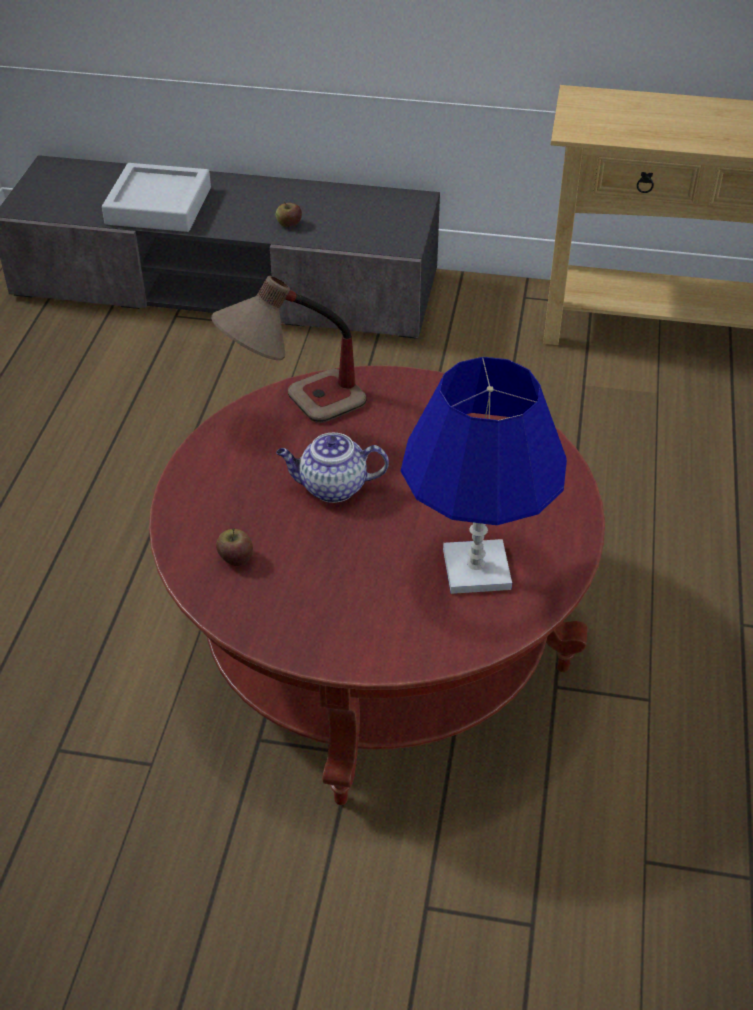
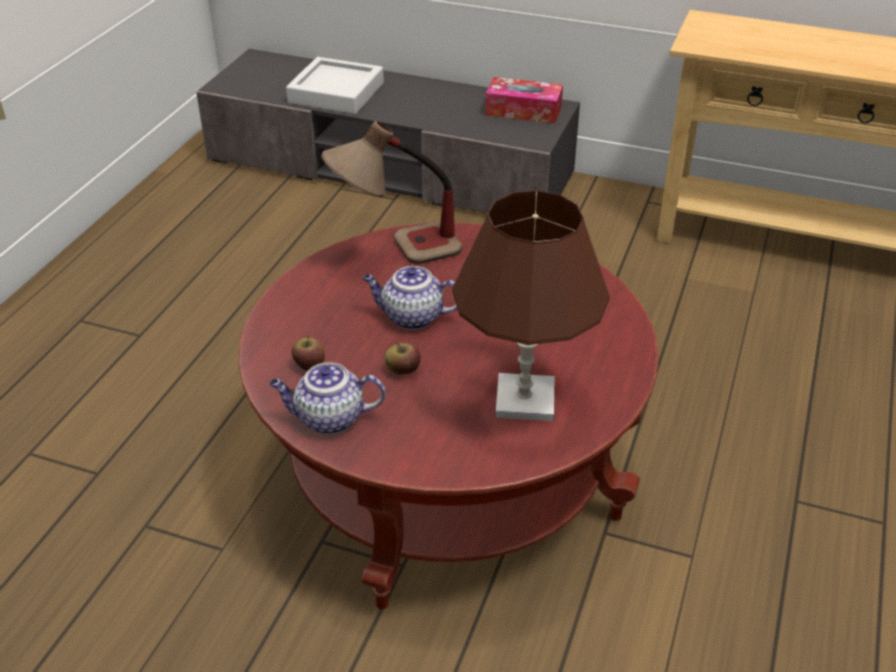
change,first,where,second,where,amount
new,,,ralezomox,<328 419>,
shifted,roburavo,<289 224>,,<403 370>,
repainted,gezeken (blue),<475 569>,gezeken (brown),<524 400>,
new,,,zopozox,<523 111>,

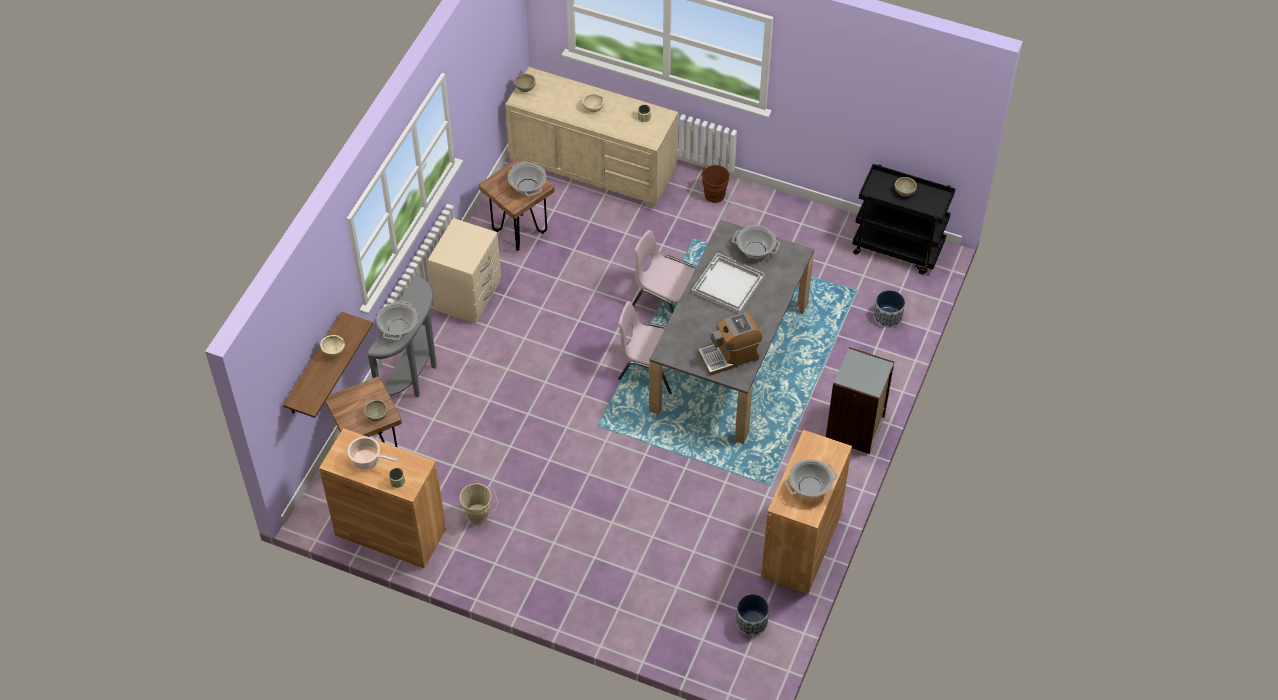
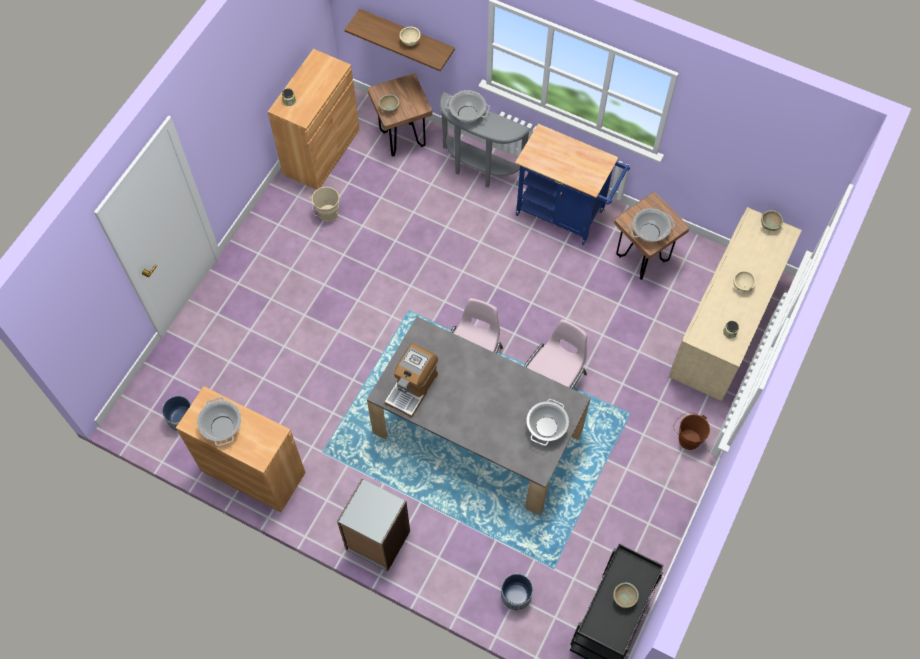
change,first,where,second,where,amount
rotated,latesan,<729 355>,,<412 387>,135 degrees counterclockwise
swapped,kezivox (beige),<468 296>,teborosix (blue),<565 214>,
gone,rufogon,<367 460>,,,
gone,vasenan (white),<727 284>,,,

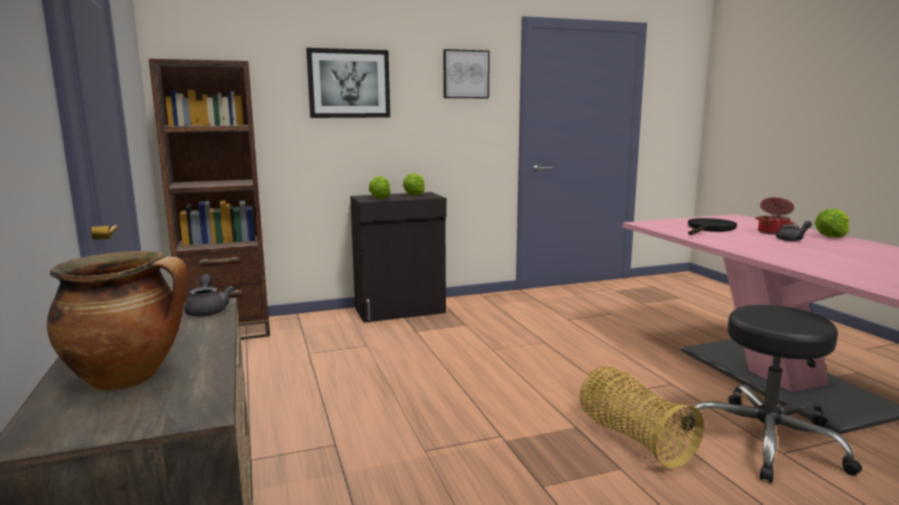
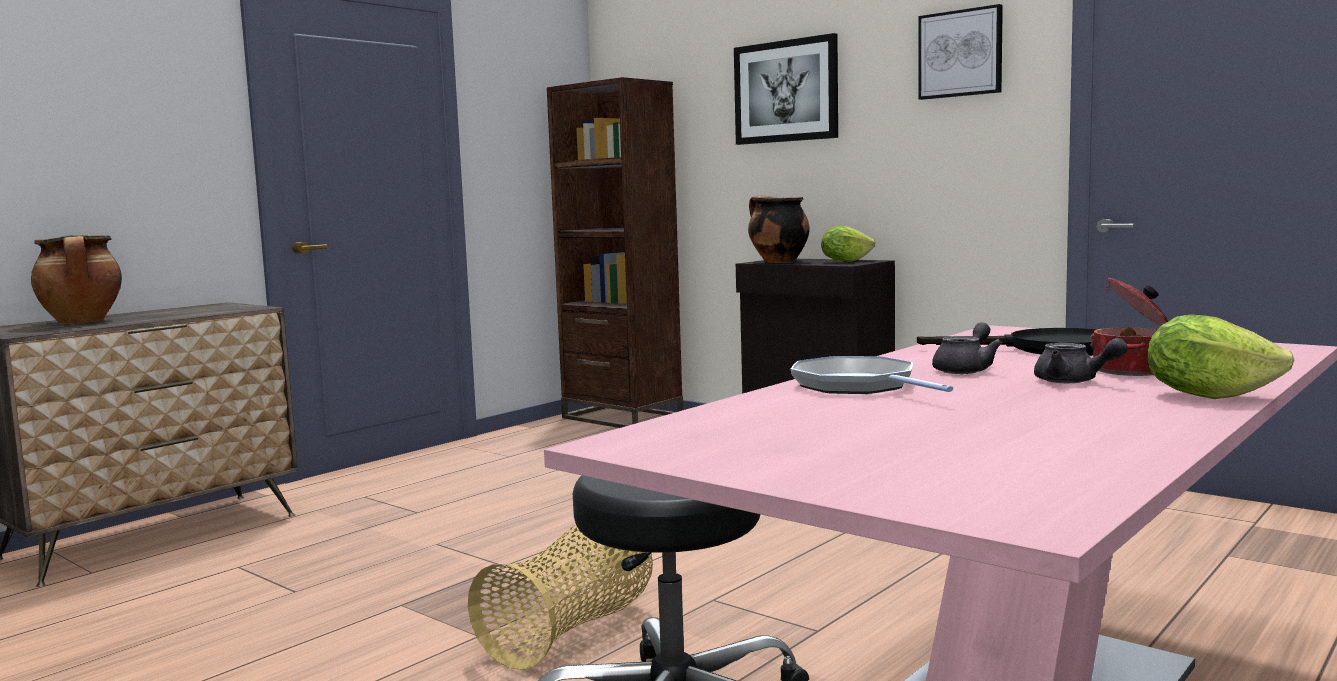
change,first,where,second,where,amount
swapped,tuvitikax,<379 199>,rufogon,<777 262>,
new,,,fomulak,<858 386>,
shifted,ralezomox (grey),<207 310>,,<966 370>,

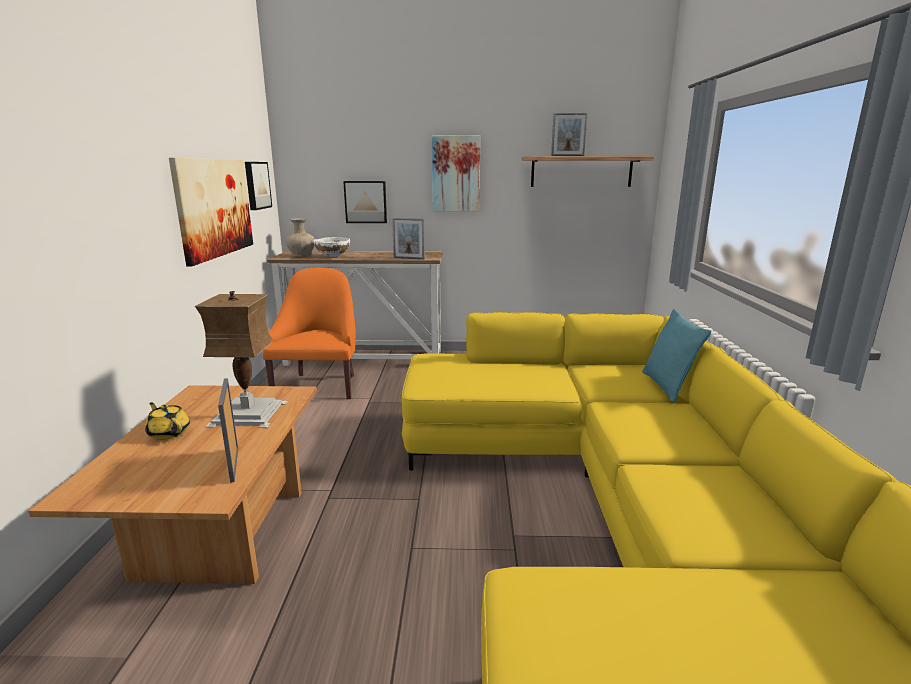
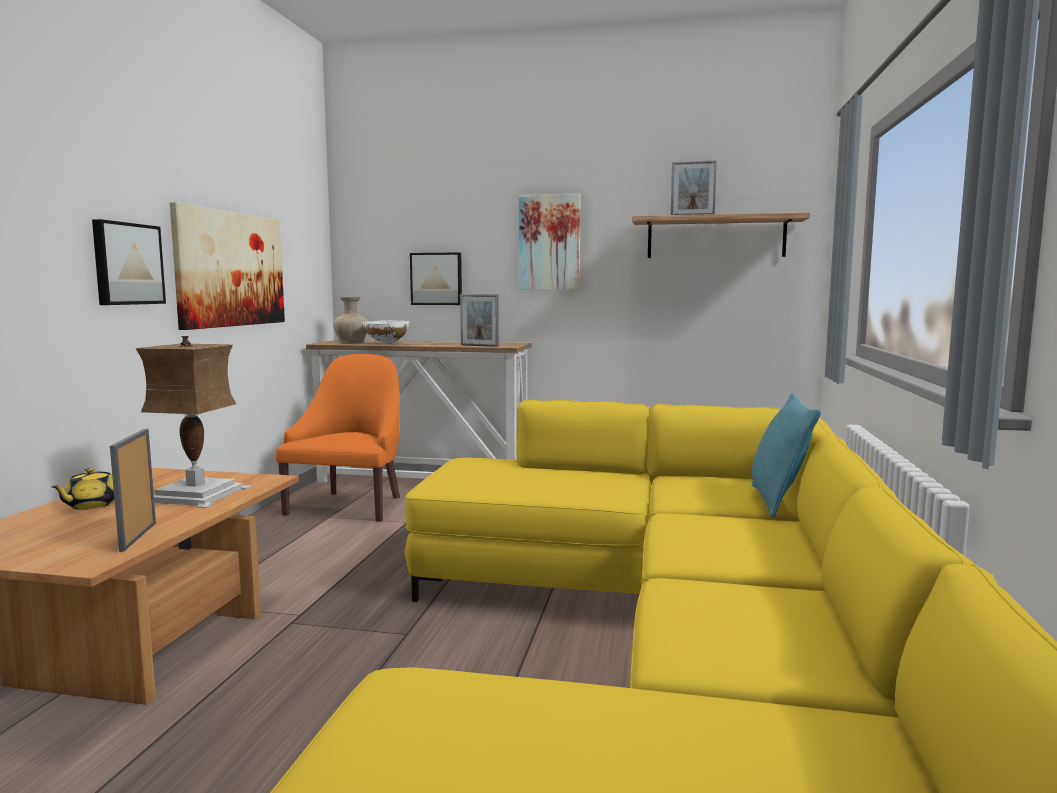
change,first,where,second,where,amount
rotated,ralezomox (yellow),<169 432>,,<91 505>,120 degrees counterclockwise
shifted,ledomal,<256 185>,,<127 264>,

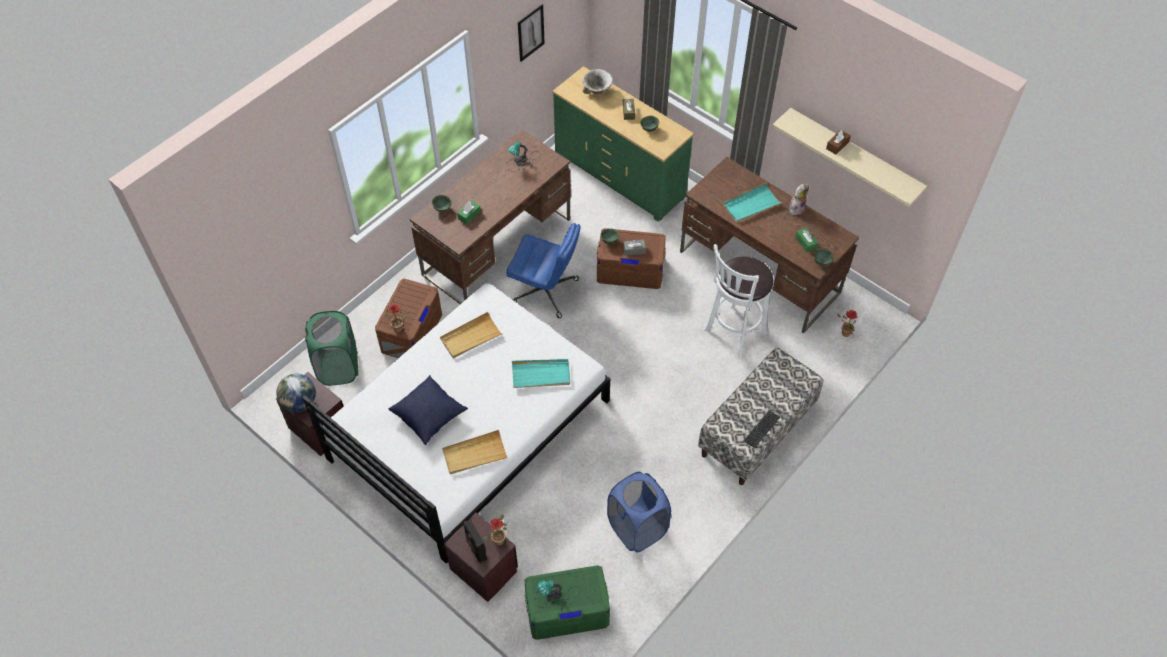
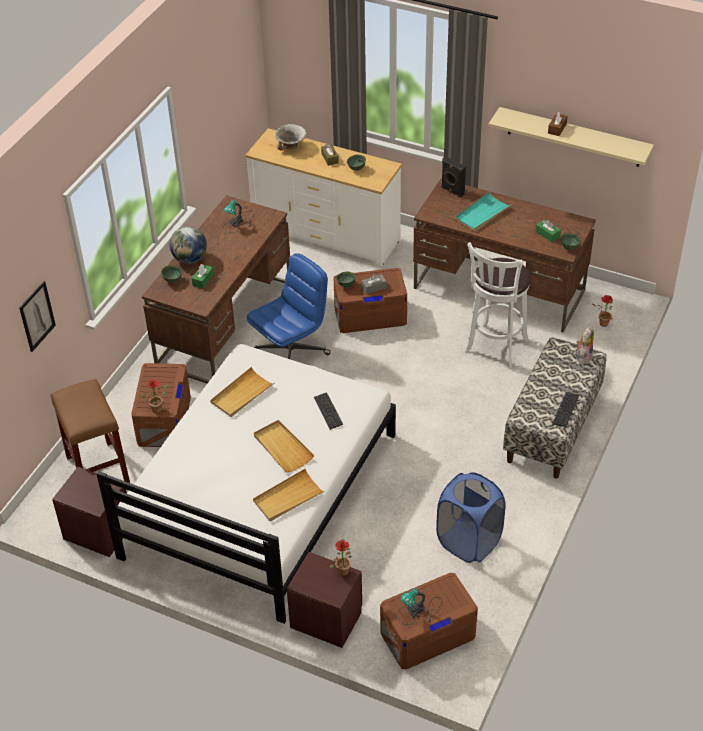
change,first,where,second,where,amount
shifted,ledomal,<530 32>,,<37 316>,
swapped,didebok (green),<338 367>,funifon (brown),<97 470>,
shifted,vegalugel,<300 402>,,<190 259>,
repainted,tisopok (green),<620 175>,tisopok (white),<326 234>,
rotated,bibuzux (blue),<546 291>,,<291 352>,45 degrees counterclockwise
new,,,vasenan (beige),<282 448>,
swapped,vasenan (turquoise),<541 375>,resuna,<328 411>,
repainted,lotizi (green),<567 611>,lotizi (brown),<427 634>,
shifted,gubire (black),<476 550>,,<452 191>,
shifted,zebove,<796 208>,,<583 356>,
gone,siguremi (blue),<429 415>,,,

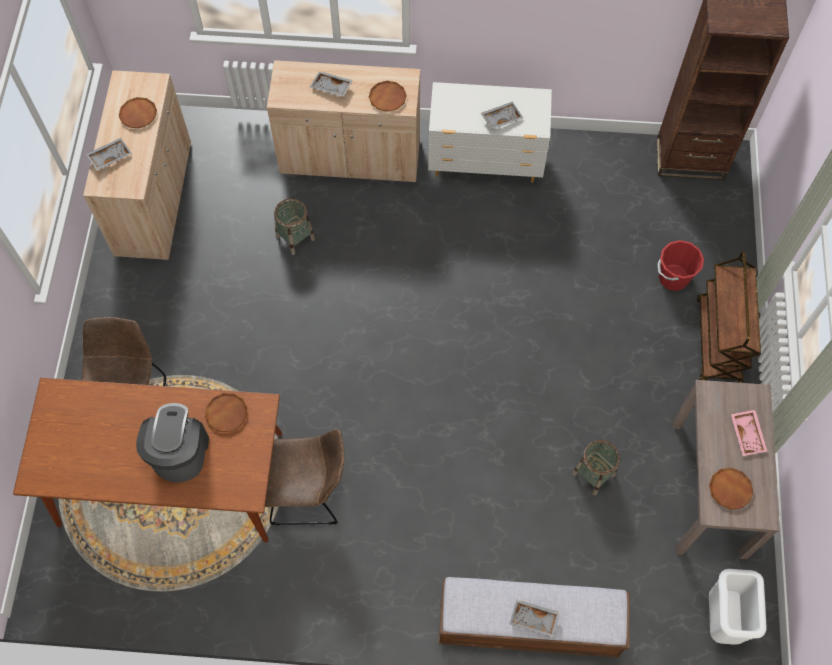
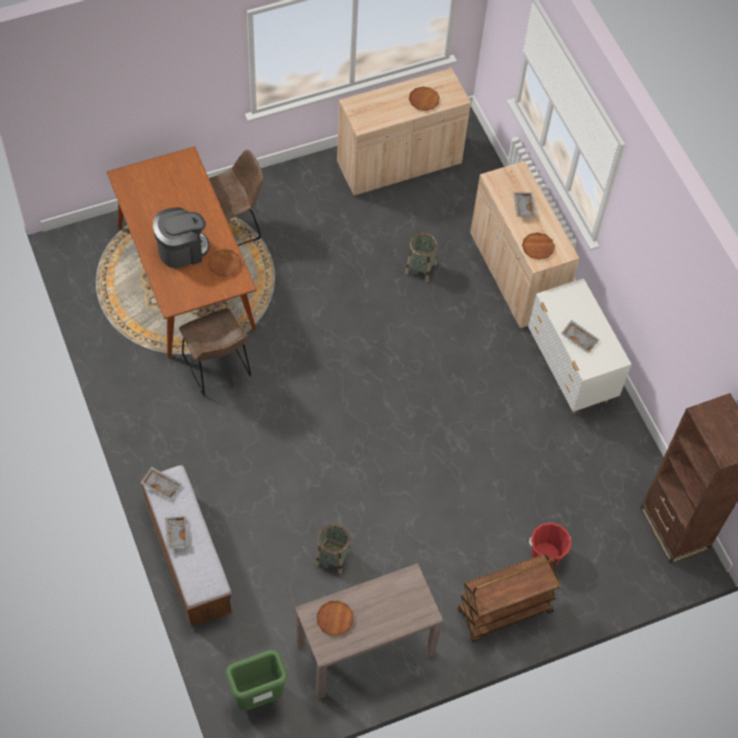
change,first,where,second,where,amount
shifted,vasenan (grey),<109 156>,,<162 485>,
repainted,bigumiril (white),<721 618>,bigumiril (green),<258 695>,
gone,vasenan (pink),<748 434>,,,

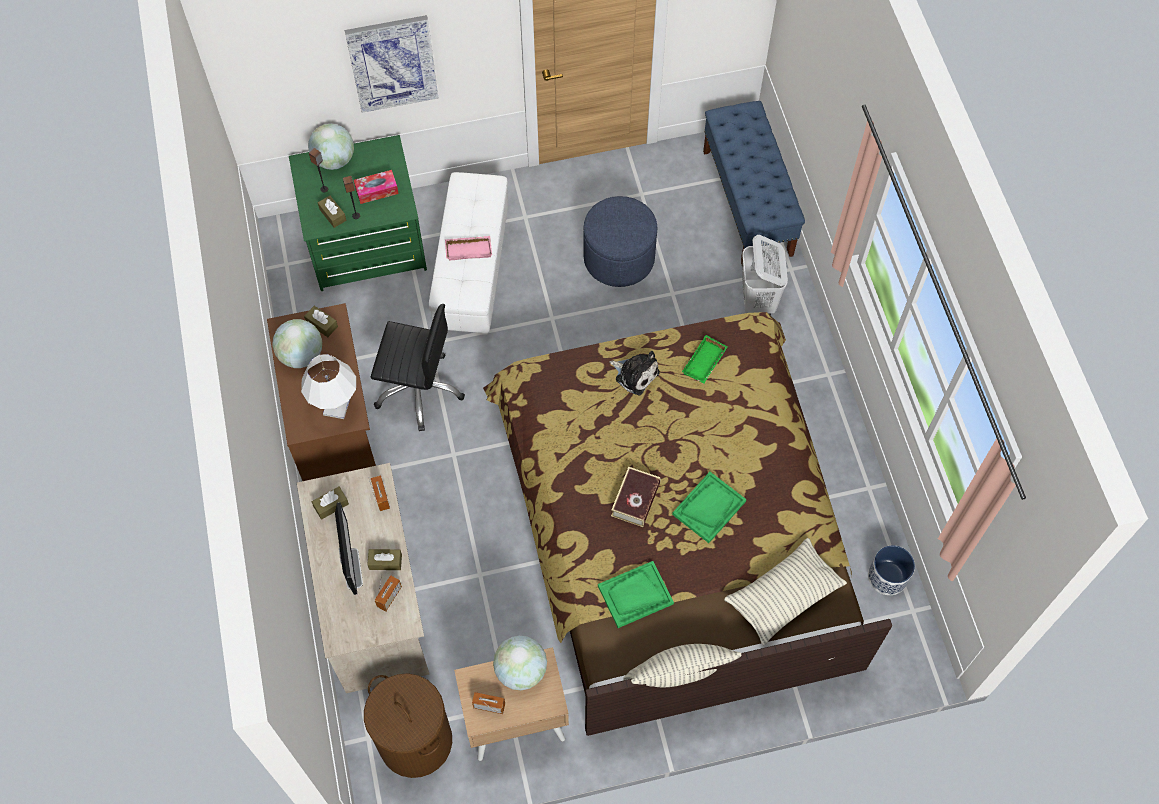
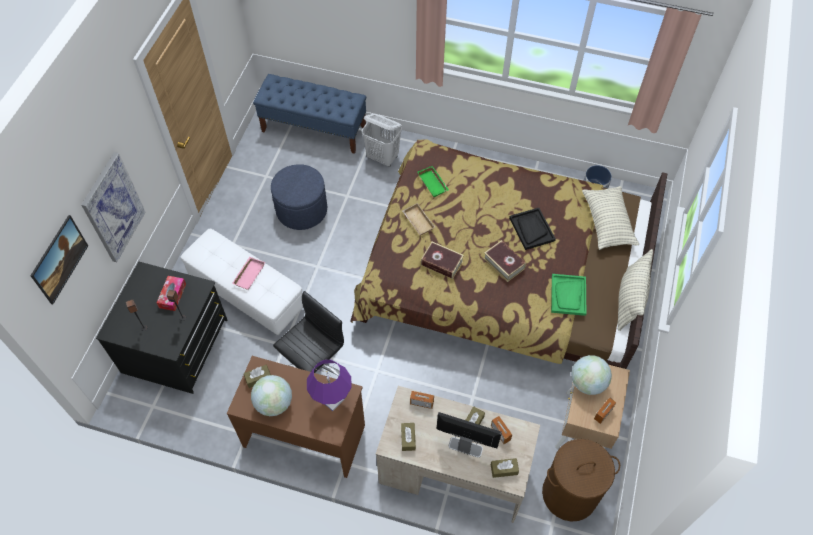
change,first,where,second,where,amount
new,,,ledomal,<64 267>,
repainted,tisopok (green),<366 242>,tisopok (black),<176 346>,
repainted,gezeken (white),<336 407>,gezeken (purple),<332 399>,
swapped,zebove,<635 374>,vasenan (beige),<417 221>,
new,,,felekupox,<441 263>,
shifted,zopozox (brown),<332 215>,,<504 469>,
repainted,vasenan (green),<709 507>,vasenan (black),<531 229>,
gone,vegalugel,<334 160>,,,

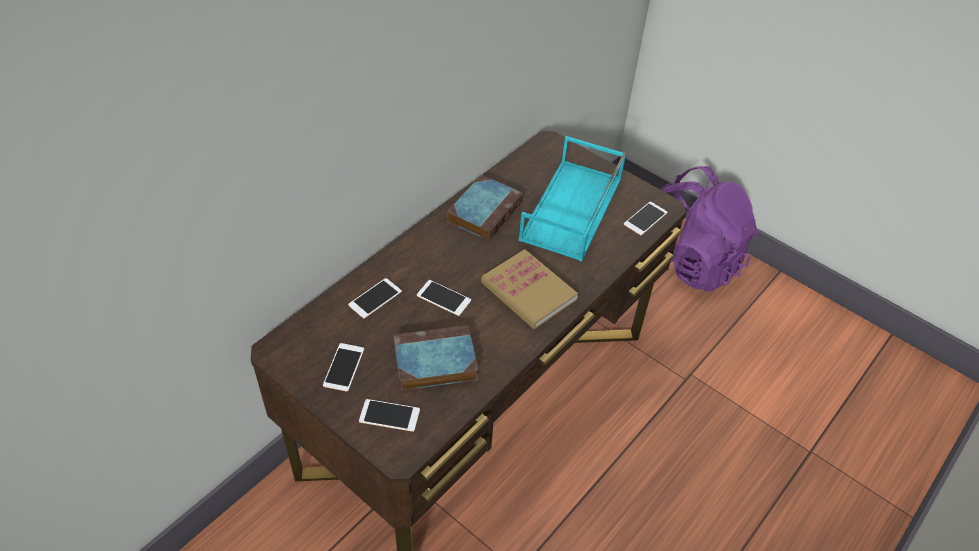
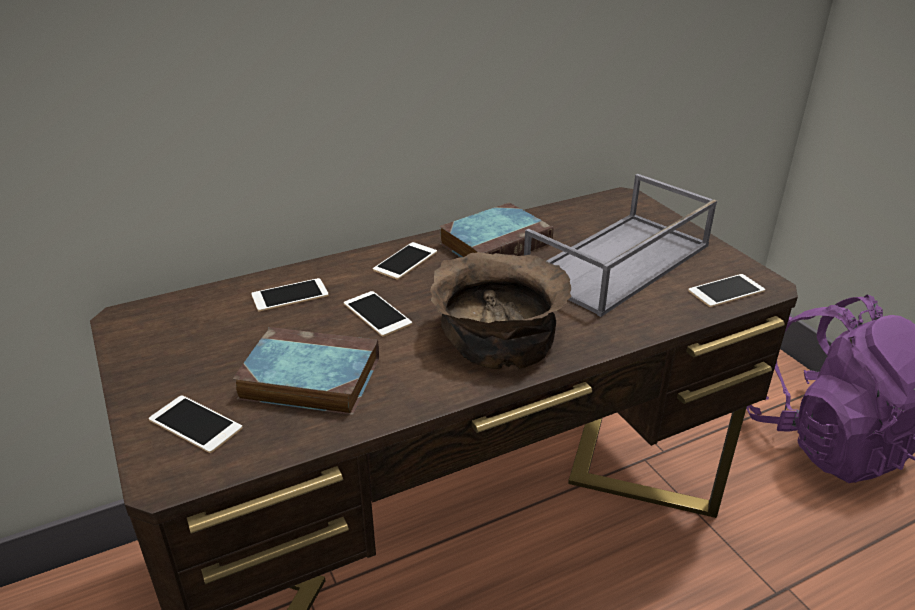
change,first,where,second,where,amount
shifted,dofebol,<344 367>,,<405 261>,
swapped,felekupox,<528 291>,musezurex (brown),<500 332>,
repainted,vasenan (turquoise),<572 210>,vasenan (grey),<618 263>,

